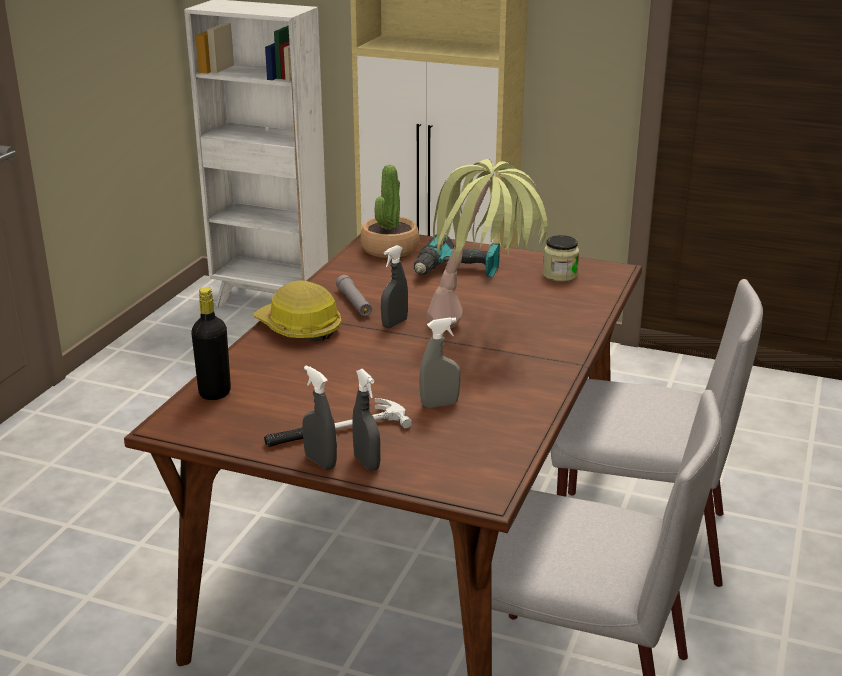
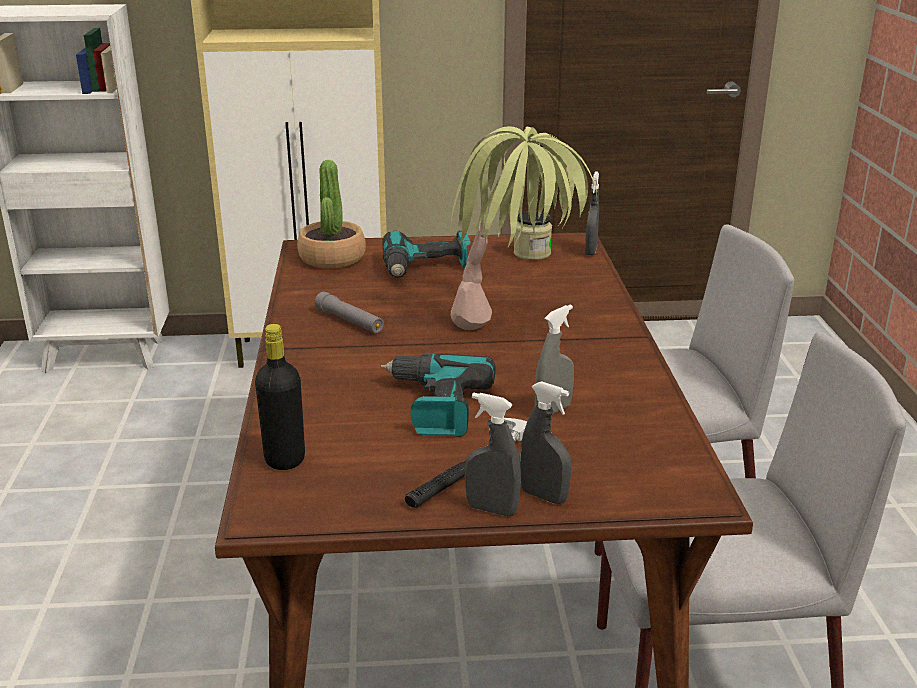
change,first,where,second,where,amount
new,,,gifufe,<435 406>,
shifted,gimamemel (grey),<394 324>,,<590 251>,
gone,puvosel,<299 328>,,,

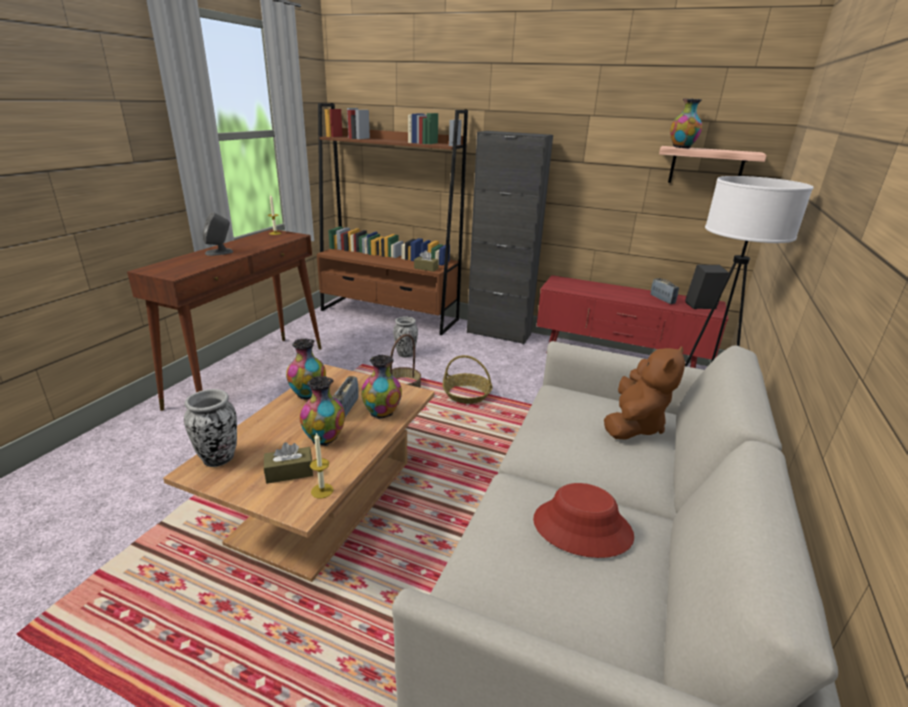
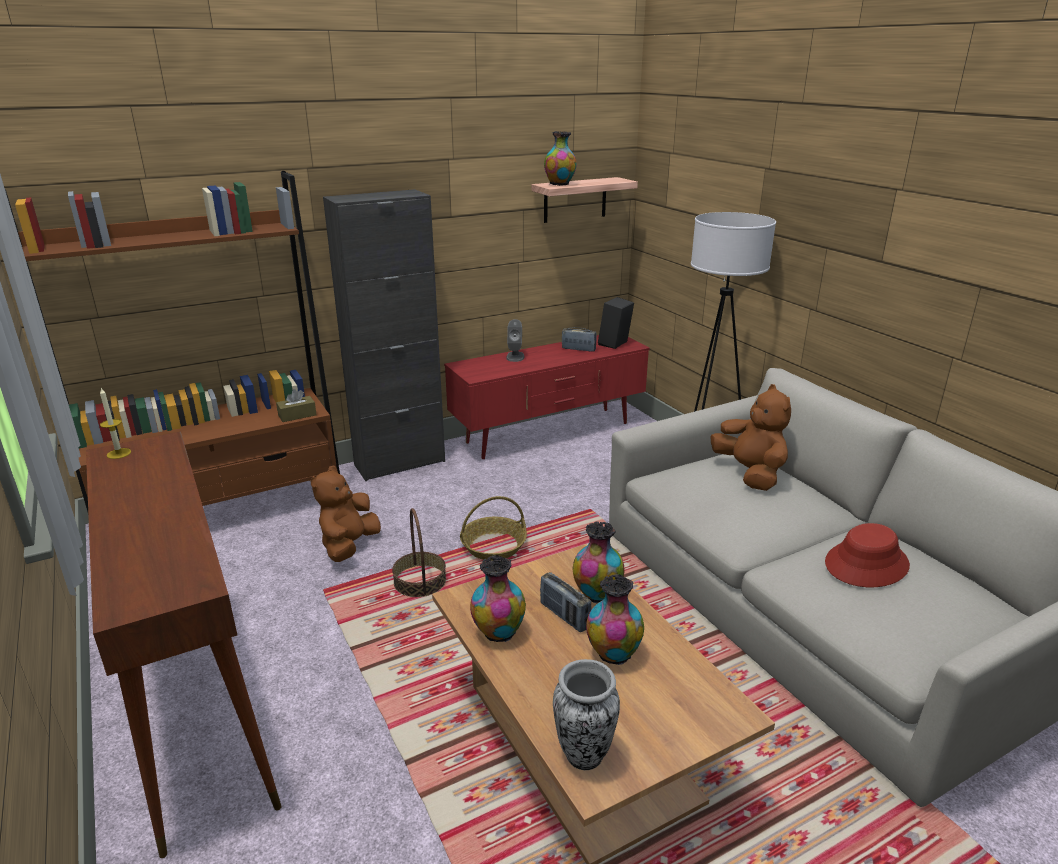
change,first,where,second,where,amount
swapped,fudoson,<405 354>,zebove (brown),<349 546>,
shifted,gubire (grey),<219 252>,,<515 356>,
gone,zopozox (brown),<289 472>,,,
gone,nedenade,<322 491>,,,

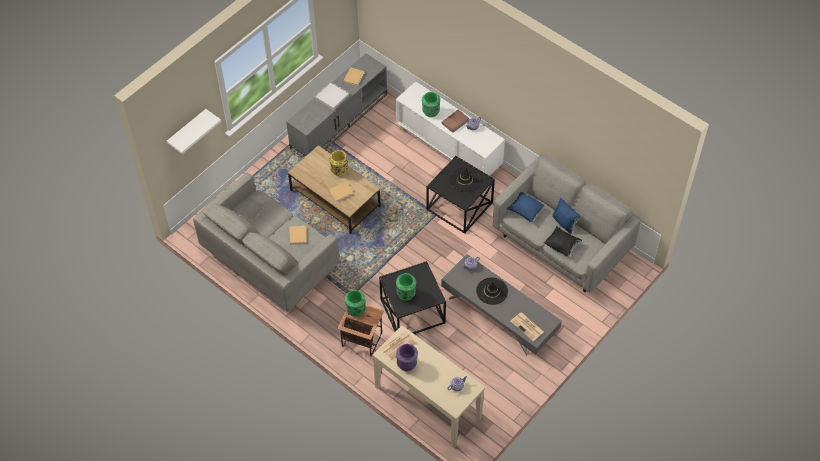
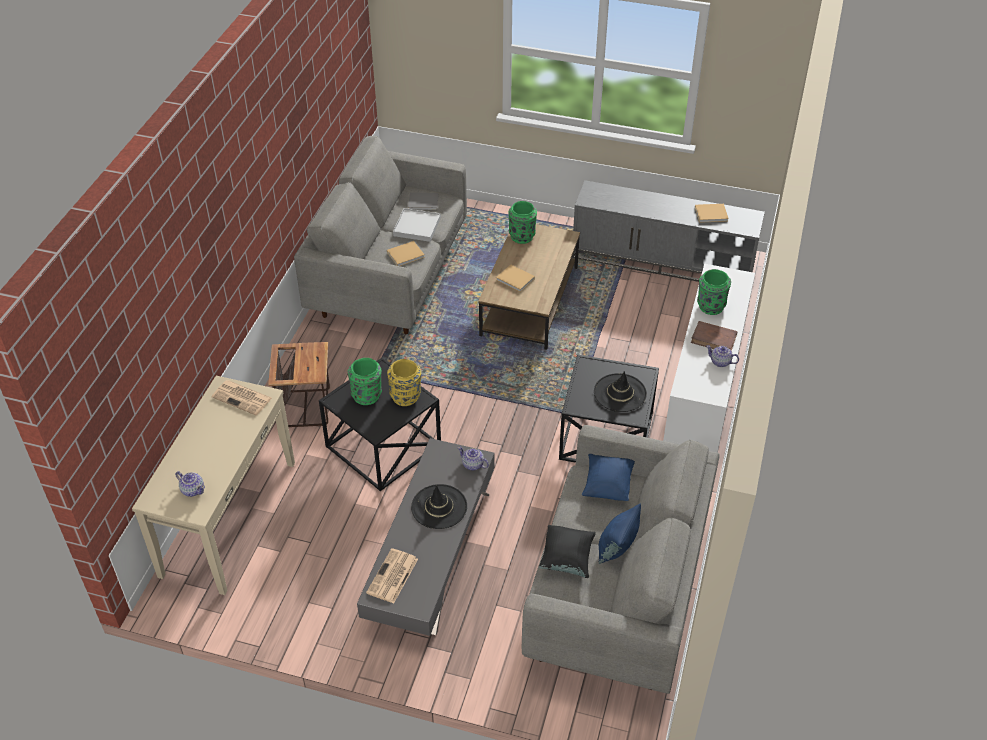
change,first,where,second,where,amount
shifted,fudoson (yellow),<339 170>,,<406 397>,
shifted,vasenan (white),<332 96>,,<417 227>,
shifted,fudoson (green),<355 310>,,<522 236>,
gone,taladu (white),<187 130>,,,
gone,fudoson (purple),<407 364>,,,

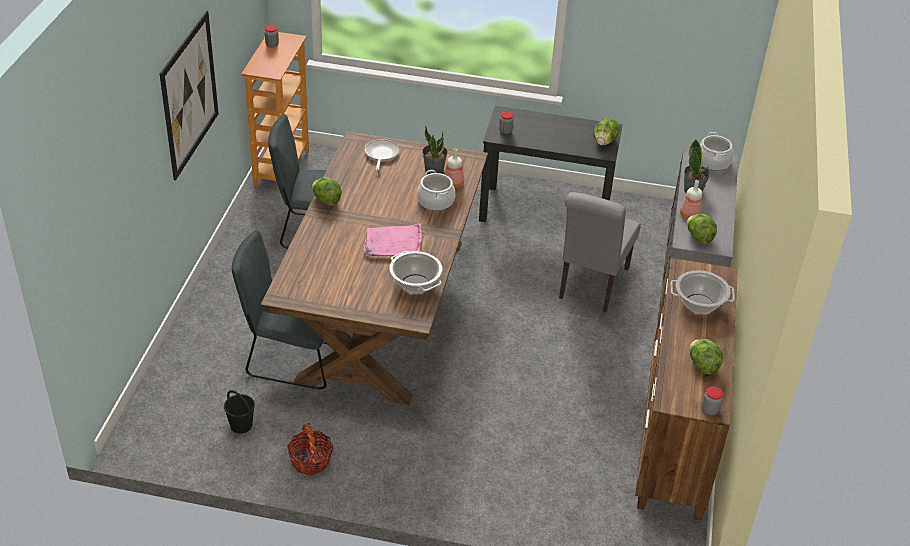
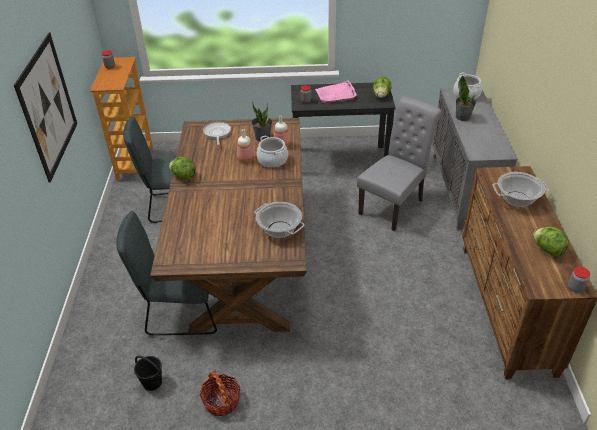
change,first,where,second,where,amount
shifted,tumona,<689 215>,,<245 159>,
shifted,vasenan (pink),<393 243>,,<336 94>,
rotated,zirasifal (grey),<591 286>,,<394 205>,150 degrees counterclockwise
gone,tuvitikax,<699 237>,,,

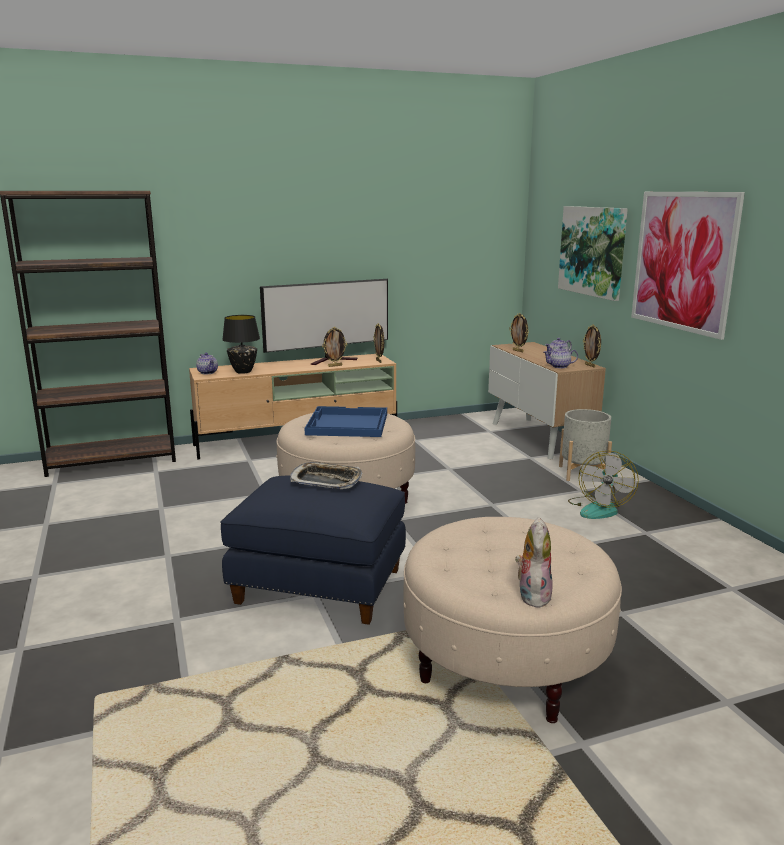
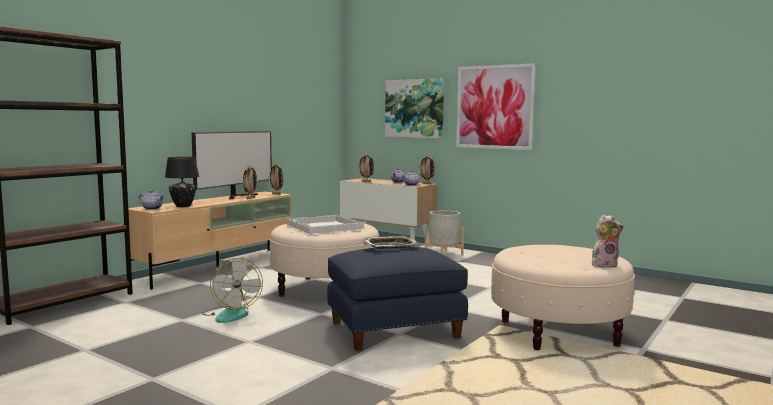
change,first,where,second,where,amount
shifted,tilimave,<599 508>,,<231 314>,
repainted,vasenan (blue),<346 424>,vasenan (white),<324 226>,
rotated,zebove,<532 595>,,<604 265>,105 degrees clockwise

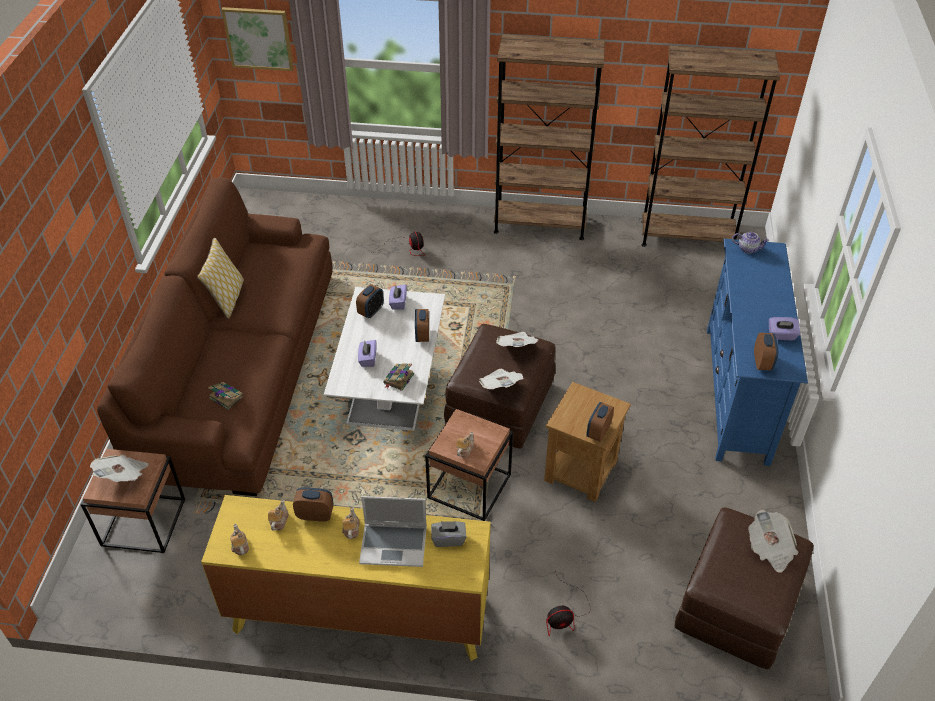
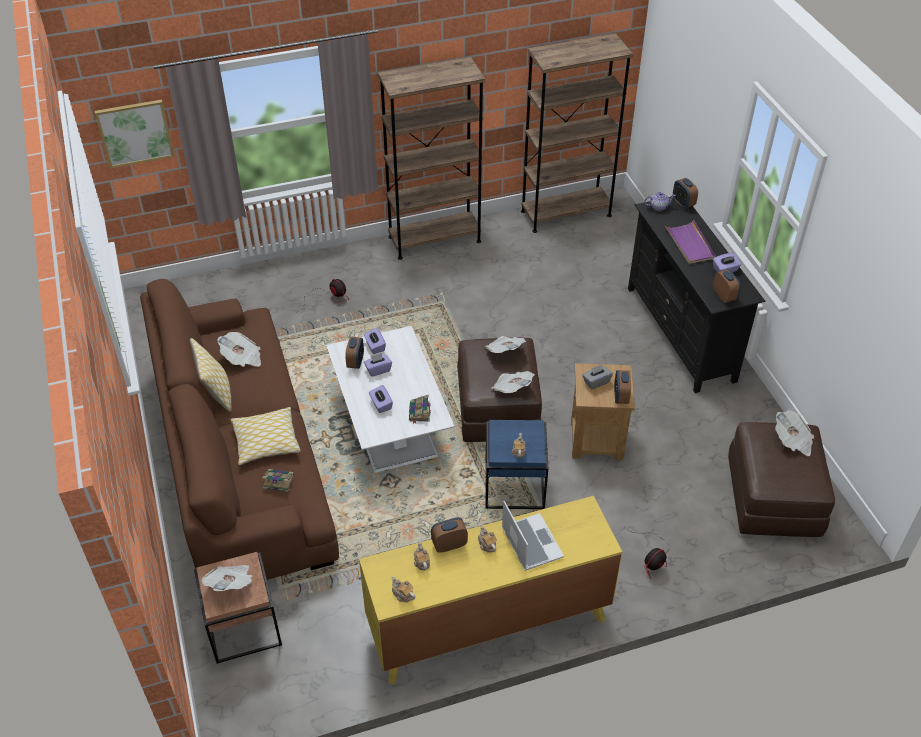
change,first,where,second,where,amount
new,,,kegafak,<242 358>,
new,,,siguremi,<266 442>,
new,,,zopozox (purple),<378 370>,
repainted,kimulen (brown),<468 486>,kimulen (blue),<513 486>,
rotated,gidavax,<394 544>,,<530 542>,90 degrees counterclockwise
shifted,zopozox (grey),<448 539>,,<596 382>,
repainted,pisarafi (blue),<737 394>,pisarafi (black),<681 334>,
new,,,vasenan (purple),<690 244>,
shifted,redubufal,<422 335>,,<683 203>,

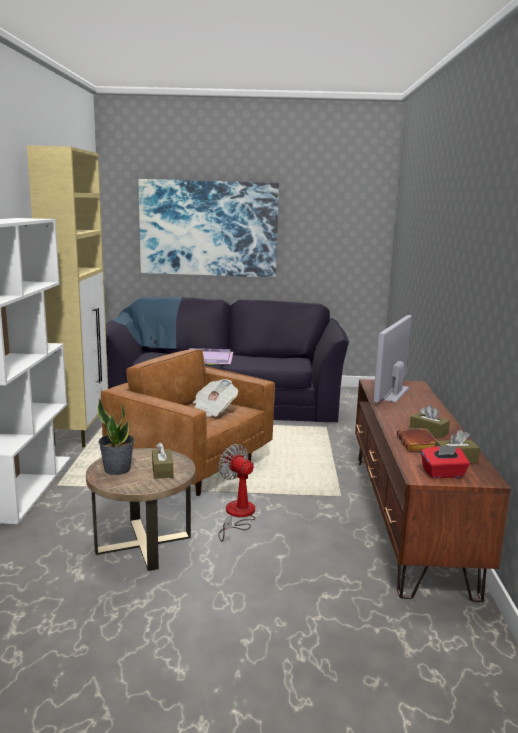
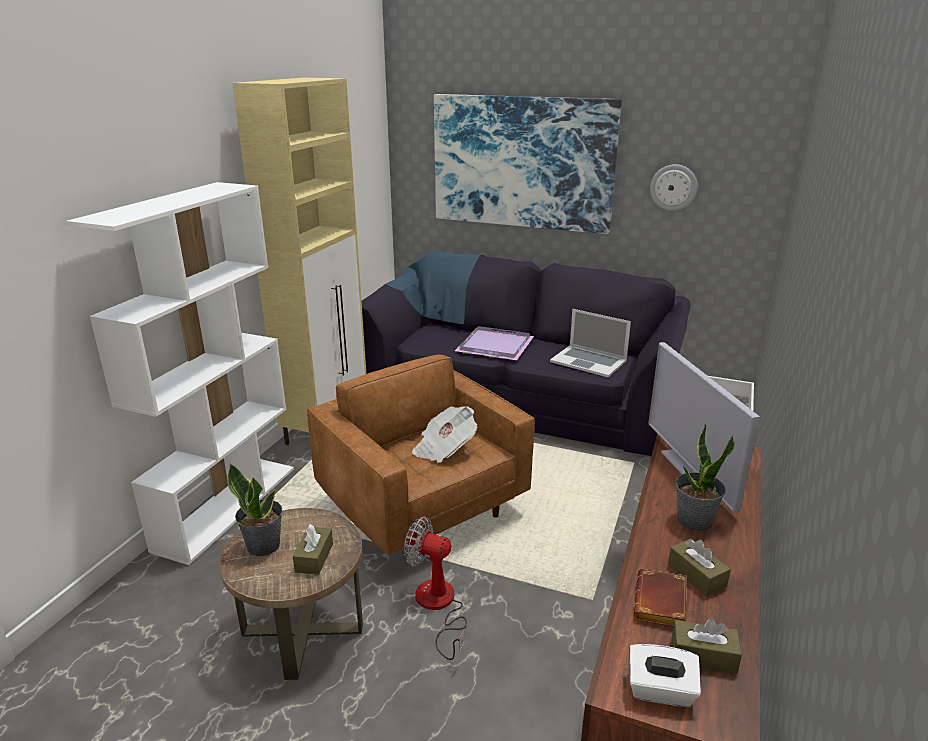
change,first,where,second,where,amount
rotated,tilimave,<238 515>,,<438 606>,45 degrees counterclockwise
new,,,gidavax,<588 361>,
repainted,zopozox (red),<443 474>,zopozox (white),<660 691>,
rotated,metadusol,<393 393>,,<693 470>,60 degrees counterclockwise
new,,,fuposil,<673 187>,
new,,,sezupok,<694 520>,

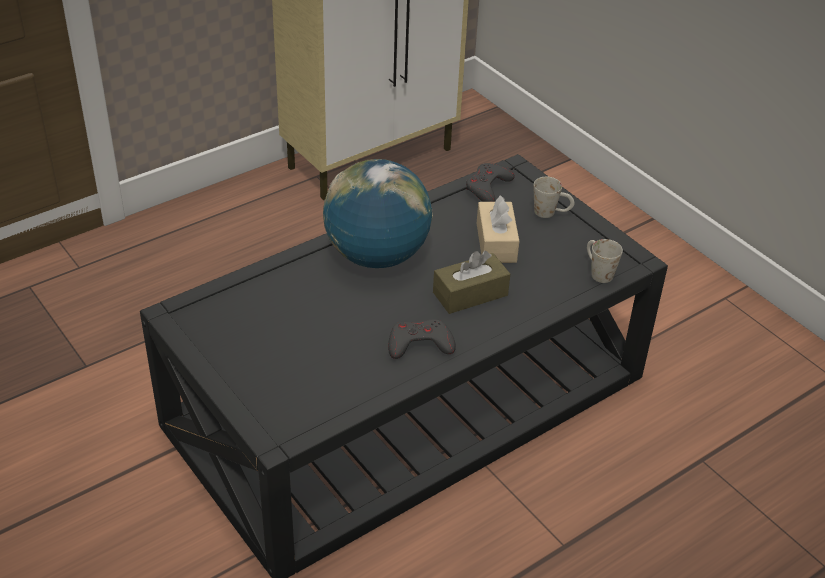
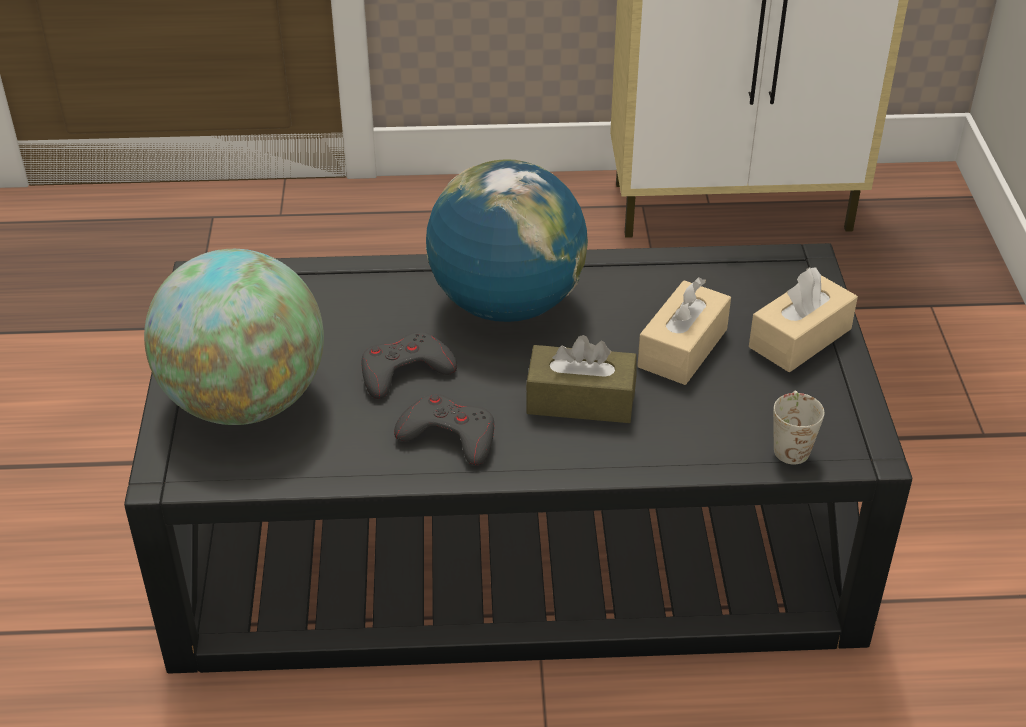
change,first,where,second,where,amount
new,,,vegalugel,<245 401>,
shifted,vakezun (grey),<488 187>,,<404 371>,
swapped,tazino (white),<551 213>,zopozox (beige),<800 338>,

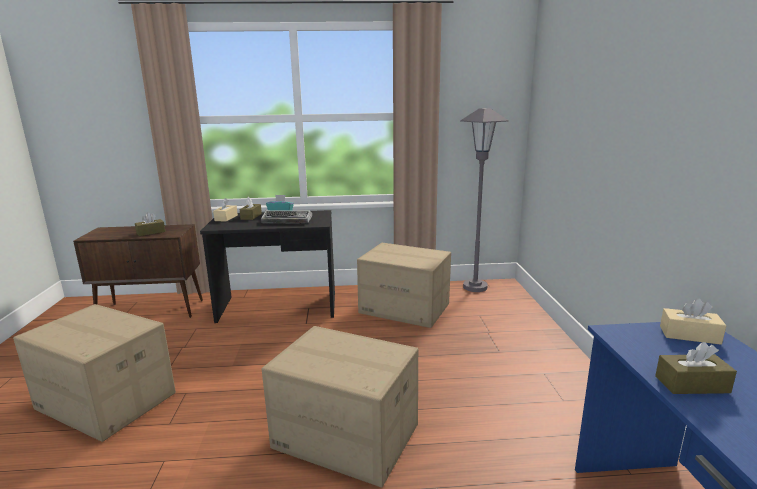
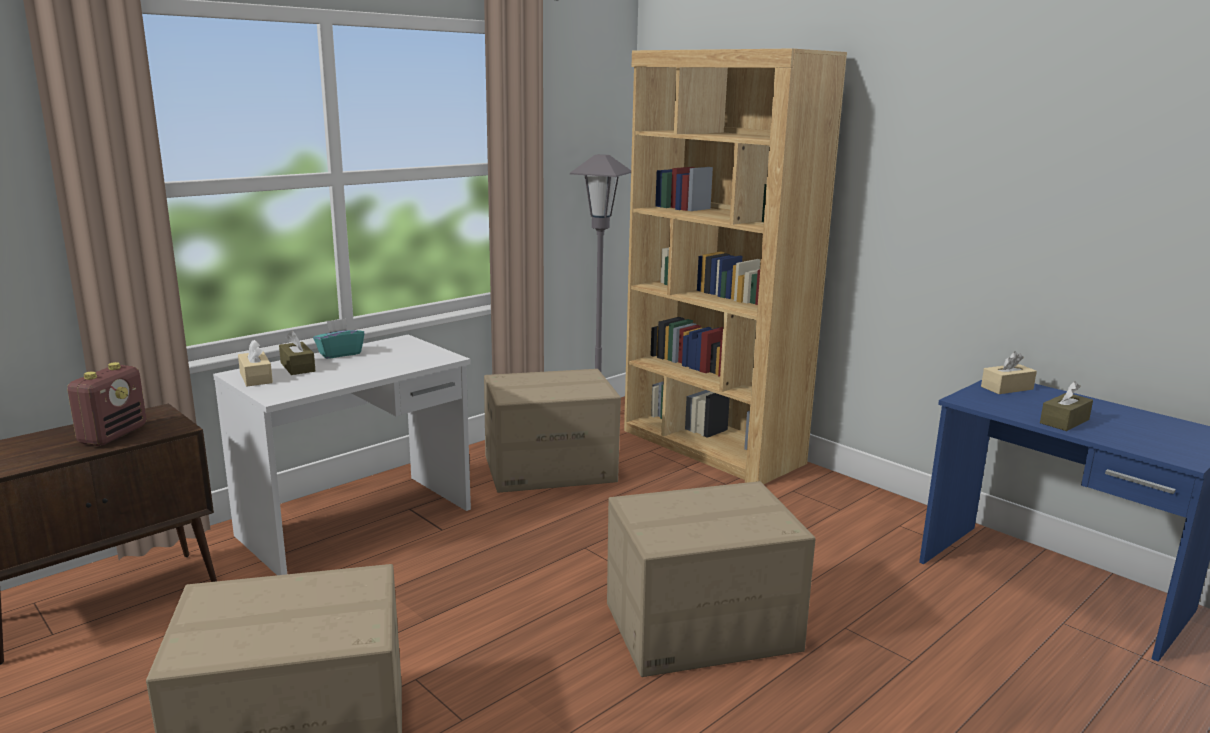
change,first,where,second,where,amount
swapped,zopozox (brown),<151 232>,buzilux,<113 435>,
repainted,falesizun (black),<278 307>,falesizun (white),<357 523>,
new,,,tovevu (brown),<711 447>,
gone,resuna,<287 221>,,,

